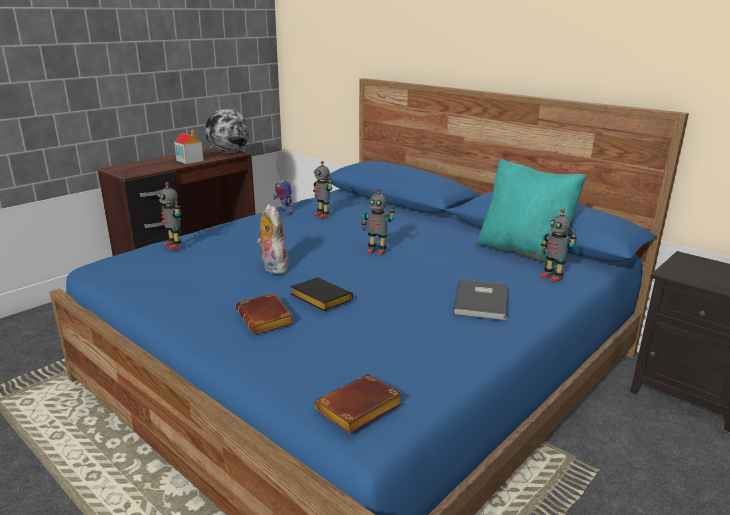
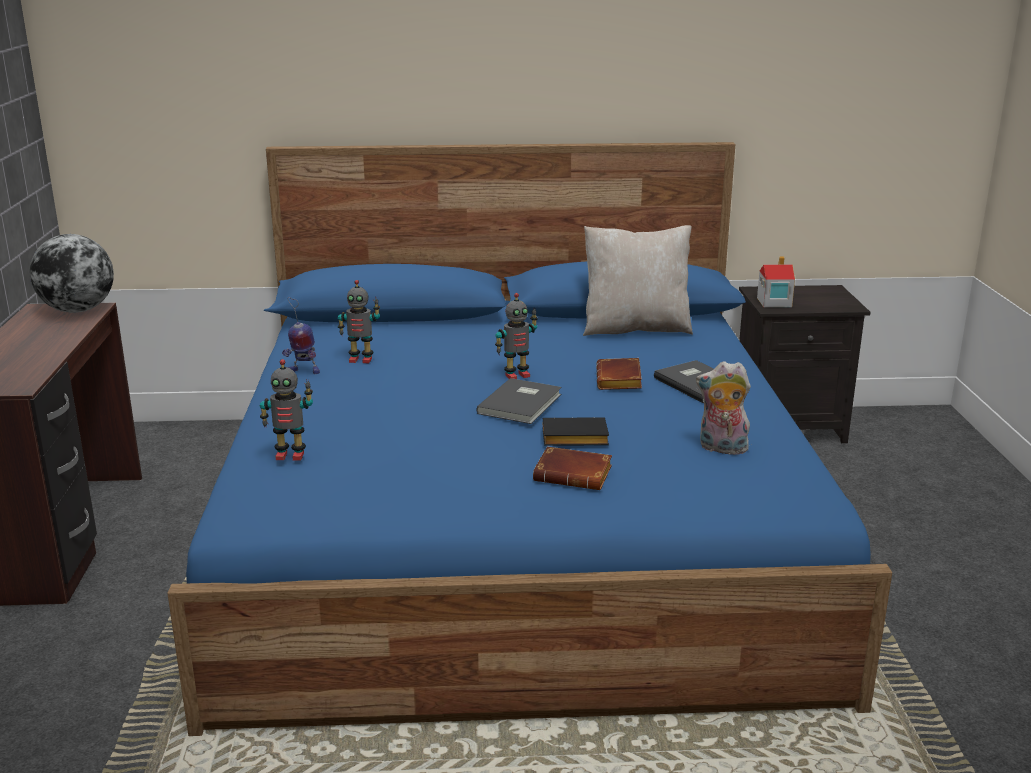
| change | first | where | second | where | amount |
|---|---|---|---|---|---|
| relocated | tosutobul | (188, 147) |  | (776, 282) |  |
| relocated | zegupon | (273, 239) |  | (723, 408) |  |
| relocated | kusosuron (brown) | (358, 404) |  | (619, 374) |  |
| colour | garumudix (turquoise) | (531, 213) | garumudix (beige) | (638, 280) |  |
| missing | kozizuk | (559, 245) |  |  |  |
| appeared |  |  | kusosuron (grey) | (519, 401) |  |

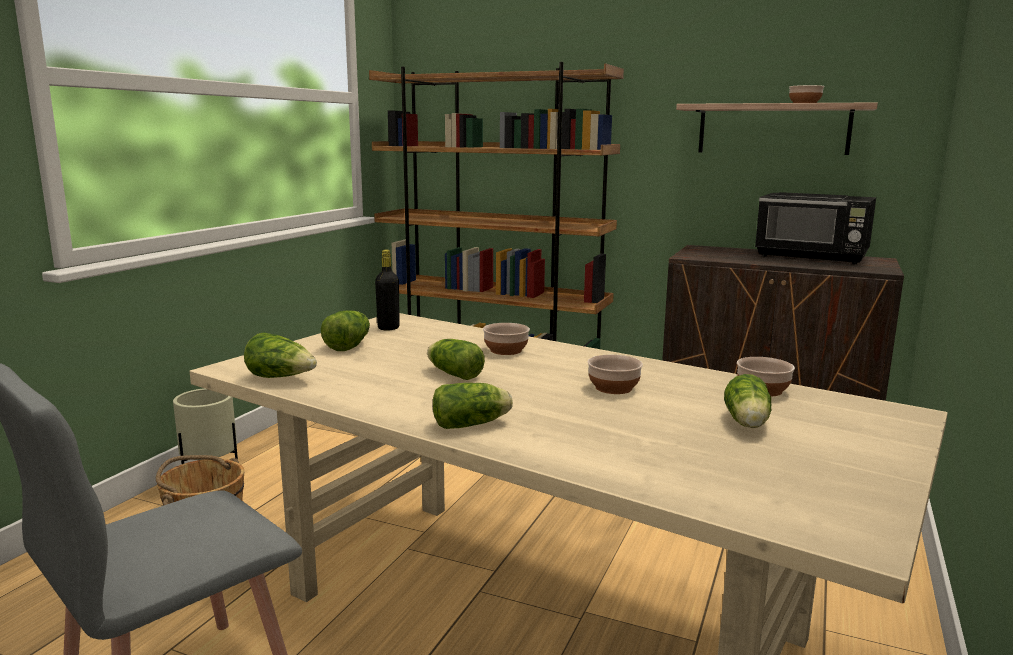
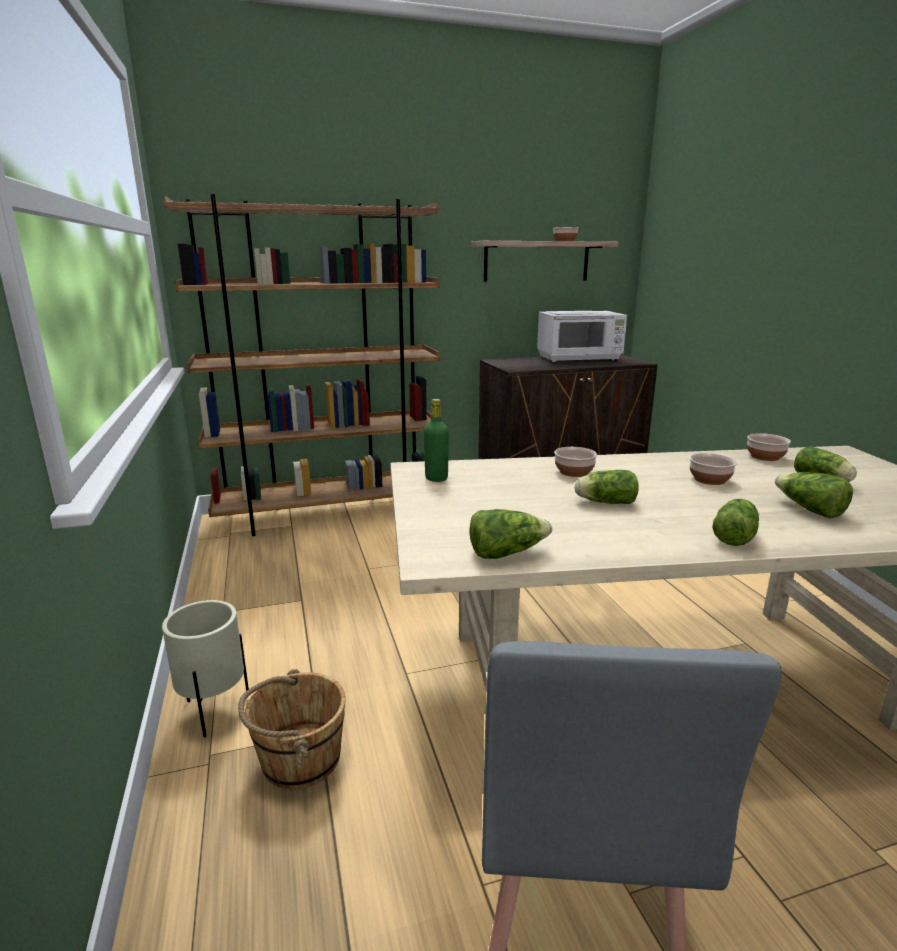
| change | first | where | second | where | amount |
|---|---|---|---|---|---|
| relocated | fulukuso | (345, 330) |  | (814, 495) |  |
| colour | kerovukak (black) | (387, 290) | kerovukak (green) | (436, 440) |  |
| colour | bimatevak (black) | (815, 228) | bimatevak (white) | (582, 336) |  |

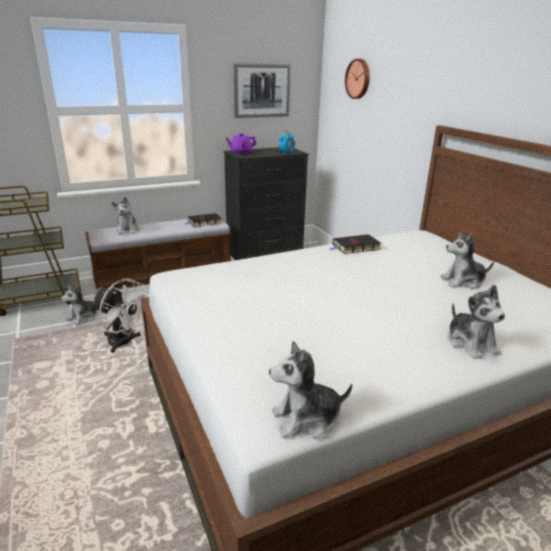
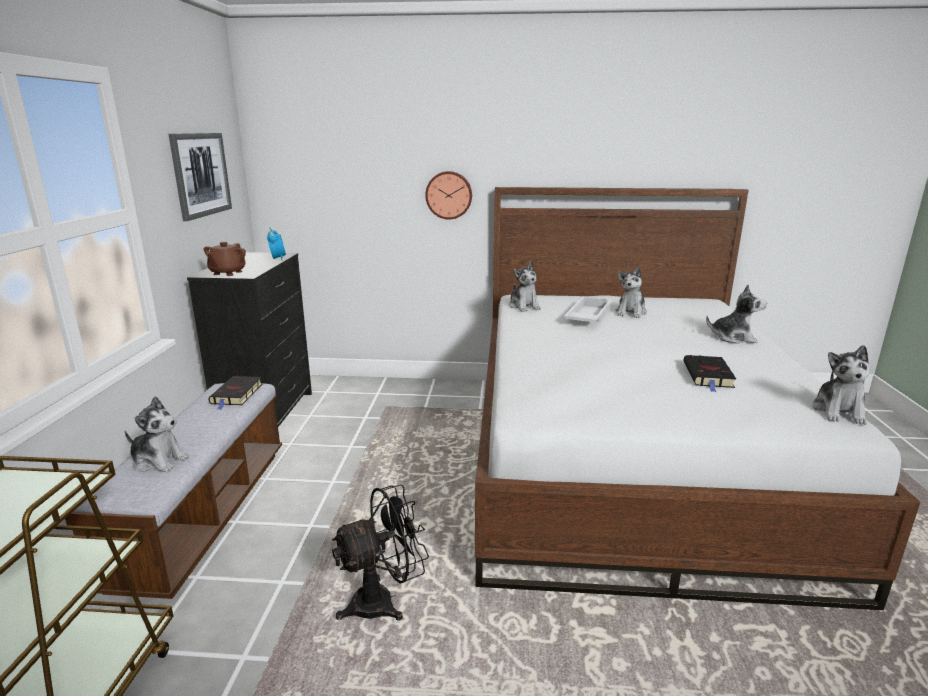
| change | first | where | second | where | amount |
|---|---|---|---|---|---|
| relocated | zegupon | (79, 305) |  | (525, 286) |  |
| colour | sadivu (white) | (120, 316) | sadivu (black) | (380, 553) |  |
| colour | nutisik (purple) | (241, 144) | nutisik (brown) | (225, 259) |  |
| relocated | kusosuron (black) | (355, 244) |  | (710, 373) |  |
| relocated | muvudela | (357, 79) |  | (448, 195) |  |
| appeared |  |  | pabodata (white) | (588, 309) |  |

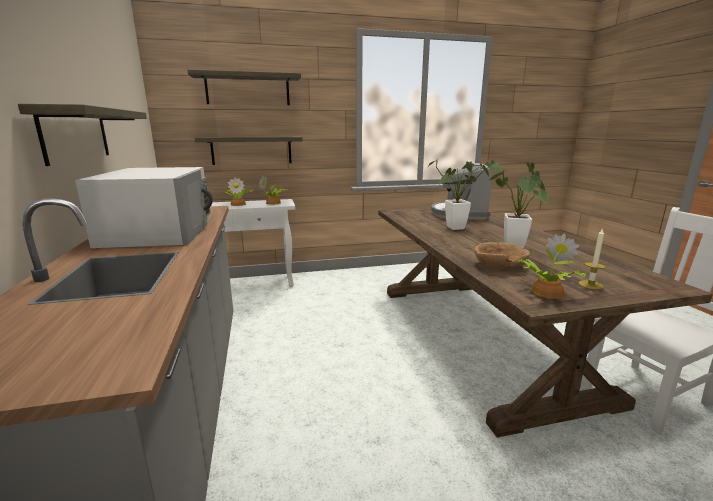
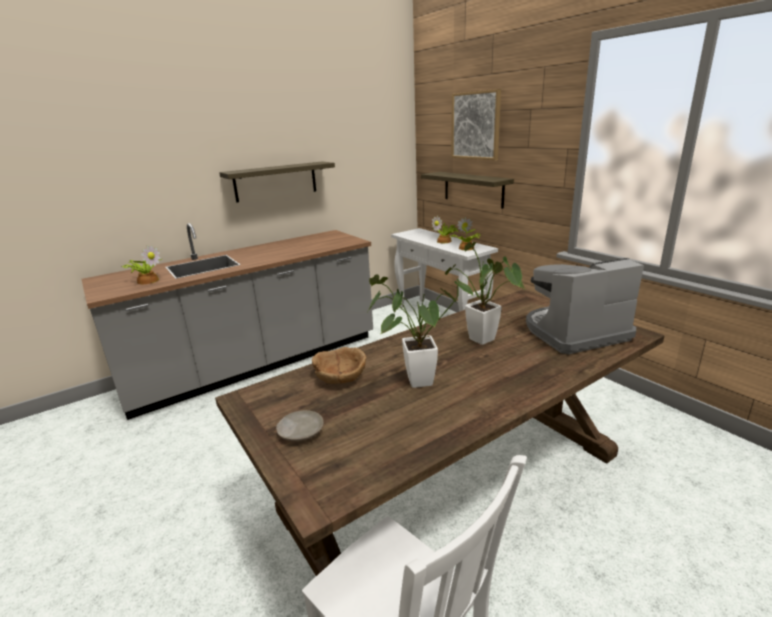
| change | first | where | second | where | amount |
|---|---|---|---|---|---|
| missing | bimatevak (white) | (144, 207) |  |  |  |
| exchanged | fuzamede | (244, 87) | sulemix | (476, 124) |  |
| relocated | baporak | (551, 266) |  | (141, 264) |  |
| exchanged | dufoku | (592, 258) | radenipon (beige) | (300, 426) |  |

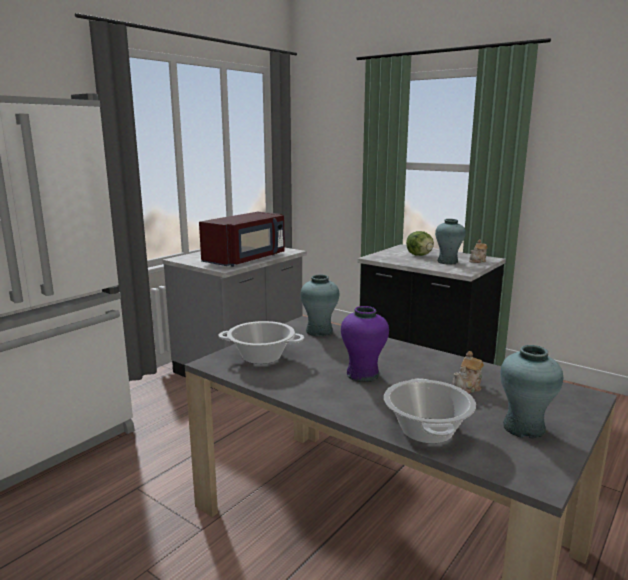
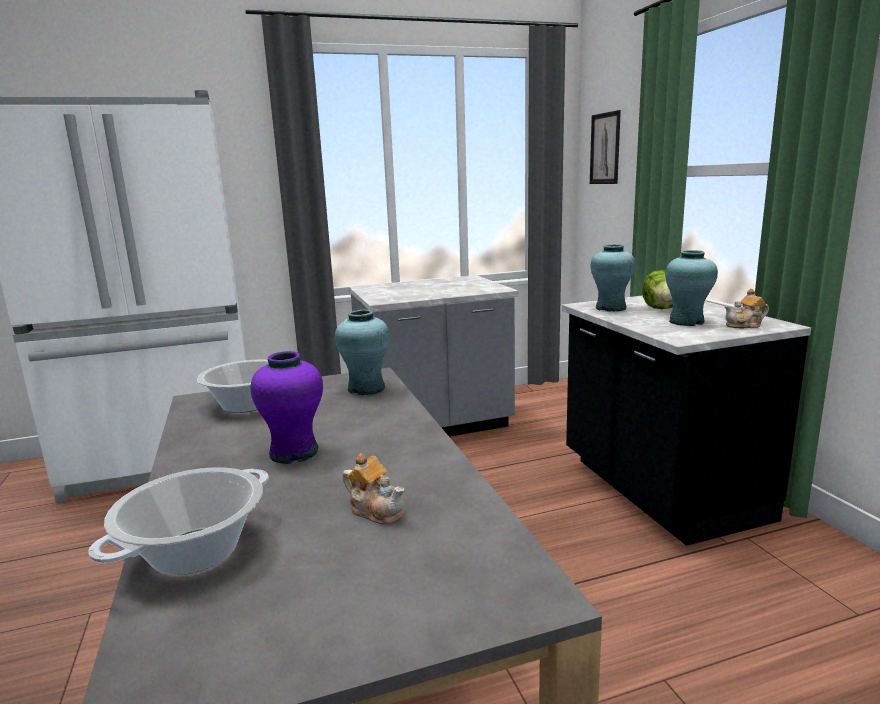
| change | first | where | second | where | amount |
|---|---|---|---|---|---|
| missing | bimatevak (red) | (242, 239) |  |  |  |
| spun | nutisik | (468, 372) |  | (373, 489) | 135 degrees counterclockwise |
| relocated | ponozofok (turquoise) | (531, 392) |  | (613, 278) |  |
| appeared |  |  | sulemix | (605, 147) |  |

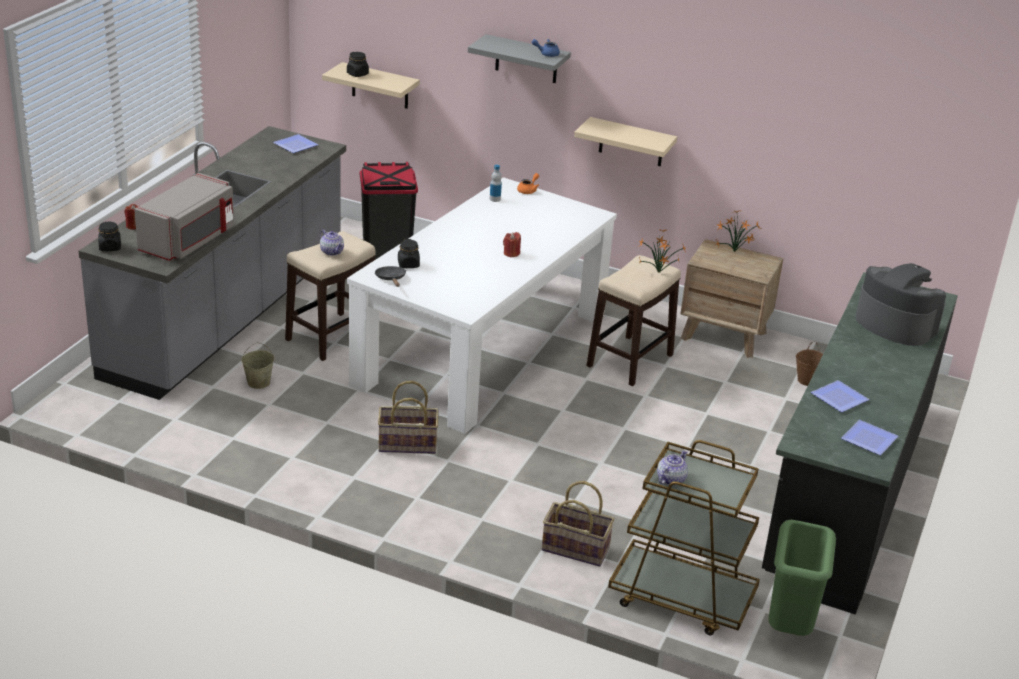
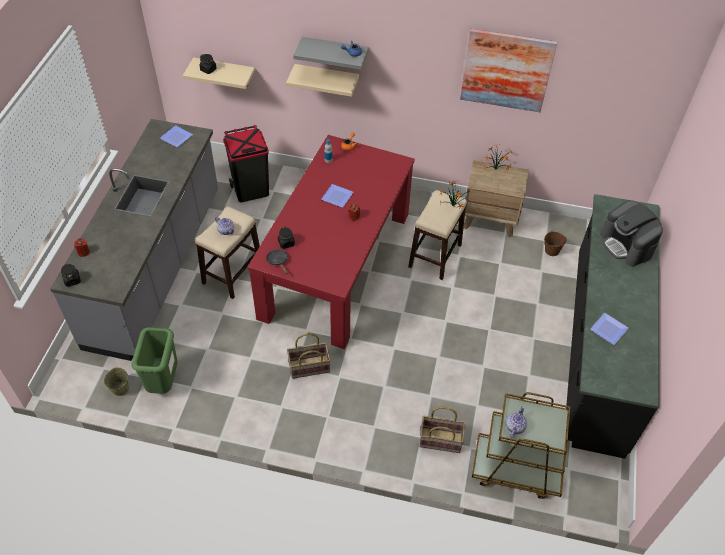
| change | first | where | second | where | amount |
|---|---|---|---|---|---|
| missing | bimatevak (grey) | (184, 217) |  |  |  |
| relocated | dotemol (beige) | (258, 365) |  | (116, 381) |  |
| colour | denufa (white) | (482, 305) | denufa (red) | (331, 242) |  |
| relocated | fuzamede (beige) | (625, 141) |  | (322, 80) |  |
| relocated | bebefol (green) | (802, 578) |  | (154, 360) |  |
| relocated | radenipon | (870, 437) |  | (337, 196) |  |
| spun | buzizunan | (900, 304) |  | (631, 233) | 150 degrees counterclockwise |
| appeared |  |  | sulemix | (508, 70) |  |

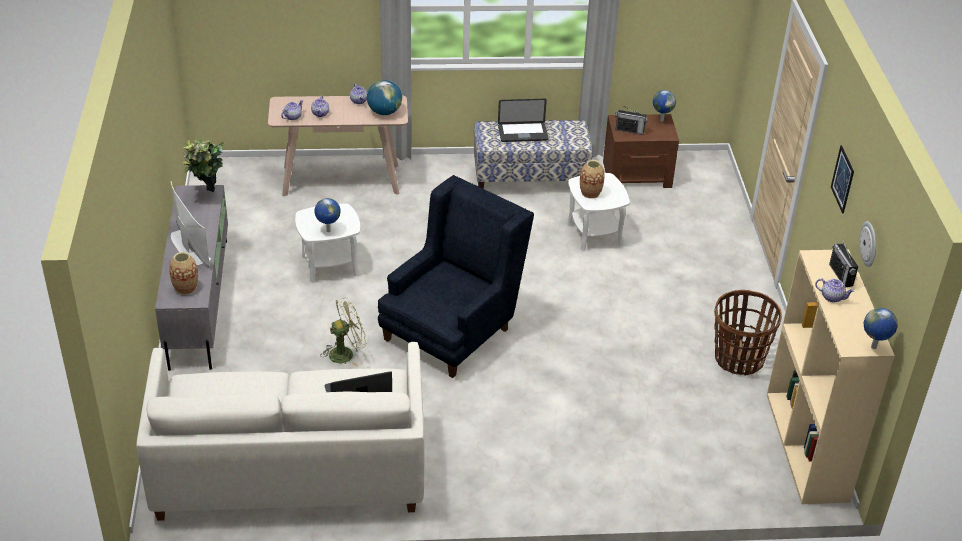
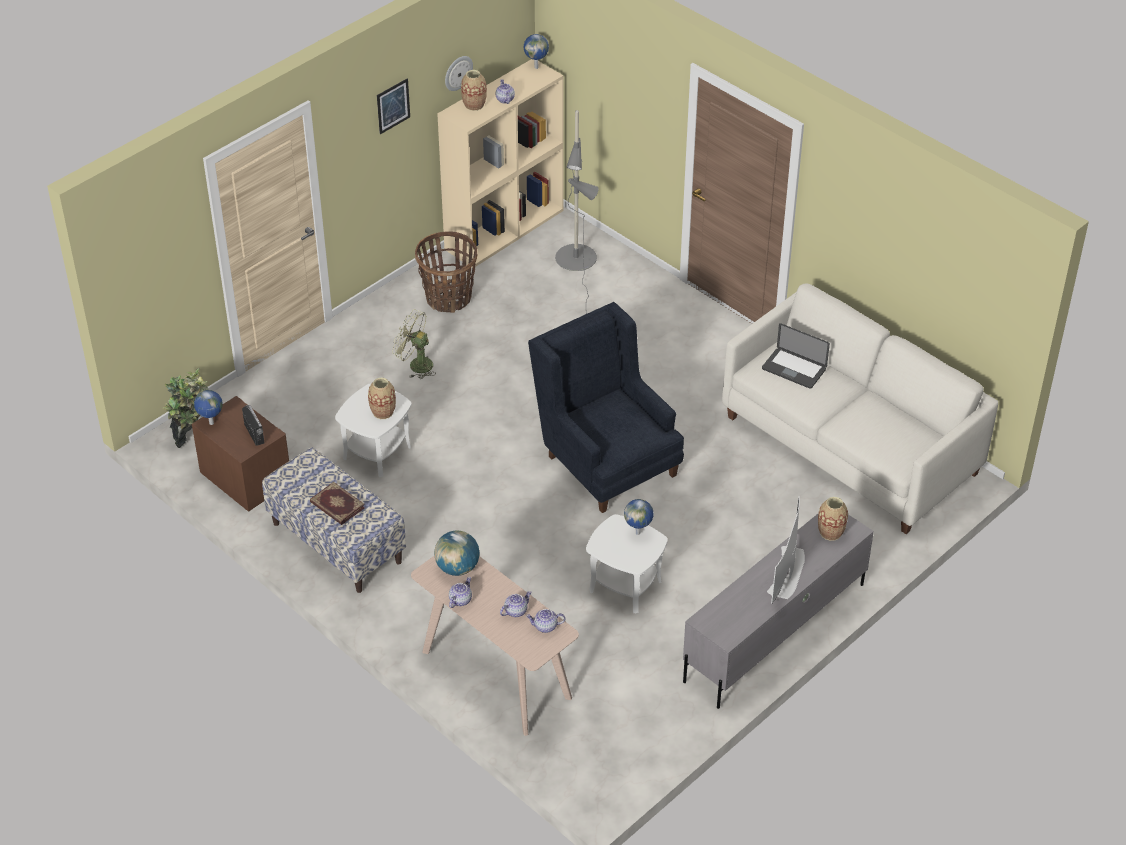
| change | first | where | second | where | amount |
|---|---|---|---|---|---|
| relocated | baporak | (203, 165) |  | (186, 408) |  |
| relocated | sadivu (green) | (343, 331) |  | (414, 344) |  |
| spun | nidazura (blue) | (456, 276) |  | (606, 407) | 60 degrees clockwise |
| exchanged | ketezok | (523, 120) | kusosuron | (337, 503) |  |
| exchanged | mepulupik | (843, 262) | ponozofok | (474, 90) |  |
| appeared |  |  | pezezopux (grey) | (577, 212) |  |

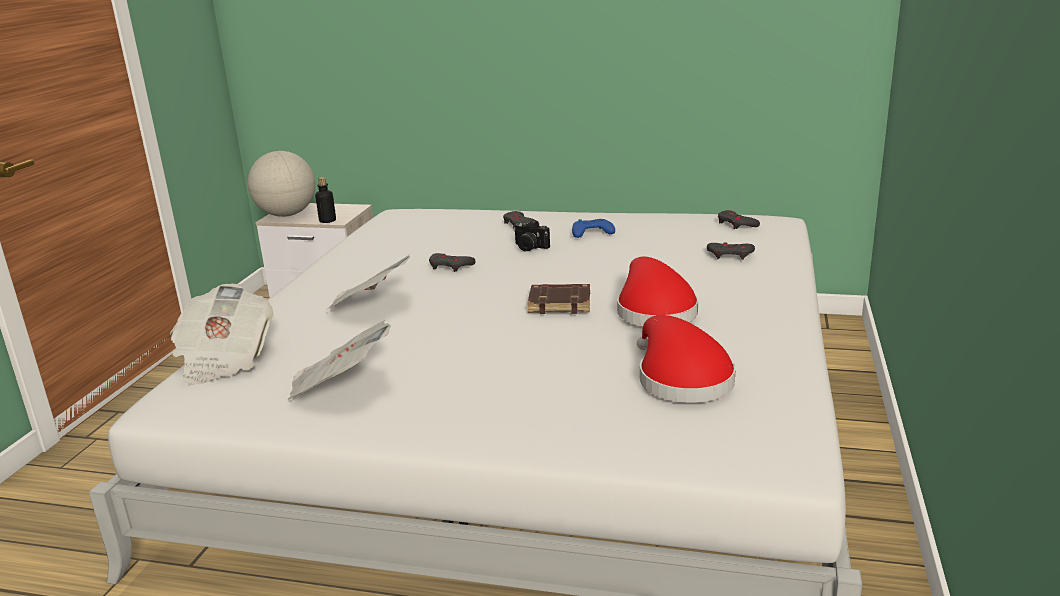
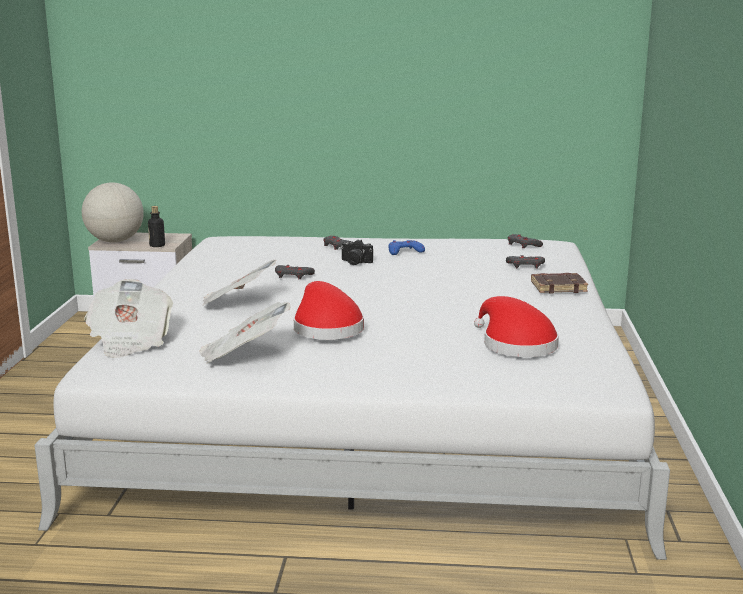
| change | first | where | second | where | amount |
|---|---|---|---|---|---|
| relocated | kusosuron (brown) | (558, 299) |  | (559, 283) |  |
| relocated | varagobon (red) | (657, 291) |  | (329, 310) |  |

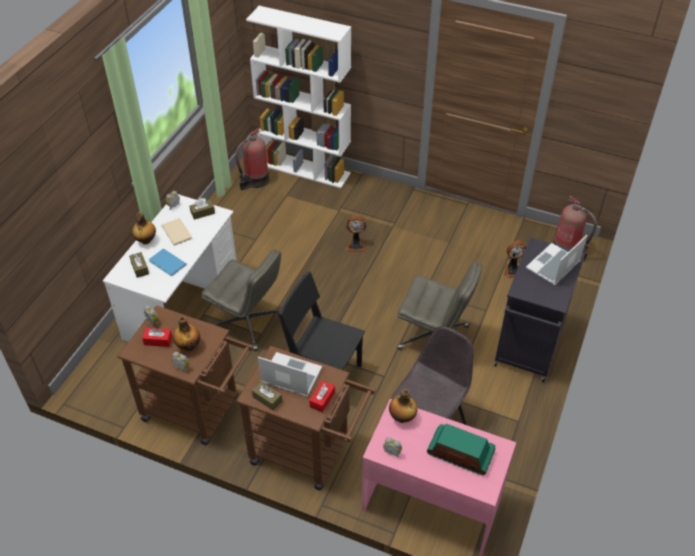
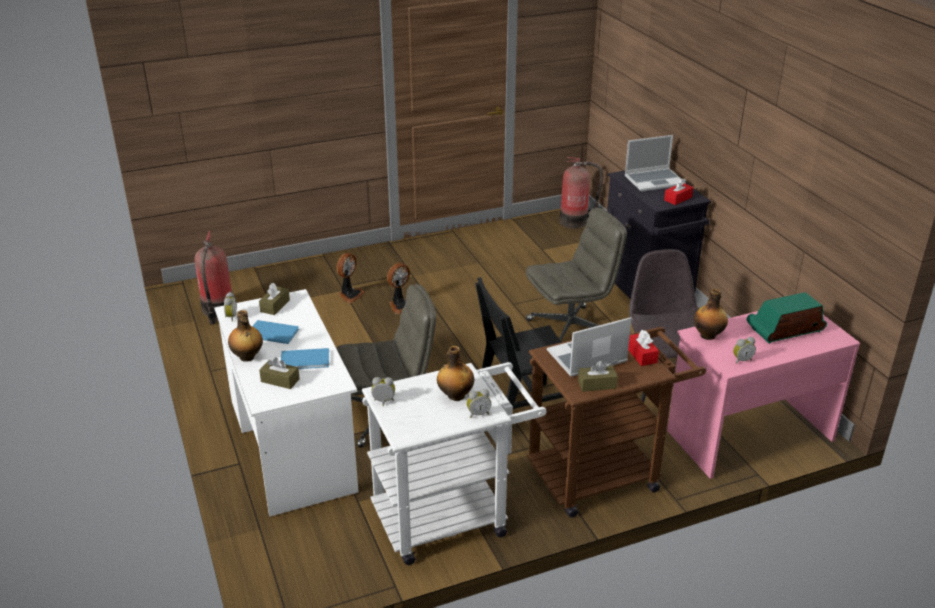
| change | first | where | second | where | amount |
|---|---|---|---|---|---|
| colour | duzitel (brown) | (185, 375) | duzitel (white) | (454, 463) |  |
| relocated | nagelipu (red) | (157, 337) |  | (678, 192) |  |
| colour | kusosuron (beige) | (176, 232) | kusosuron (blue) | (275, 332) |  |
| missing | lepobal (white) | (298, 97) |  |  |  |
| relocated | sadivu | (515, 260) |  | (350, 278) |  |
| spun | ketezok | (556, 260) |  | (655, 163) | 105 degrees counterclockwise |

